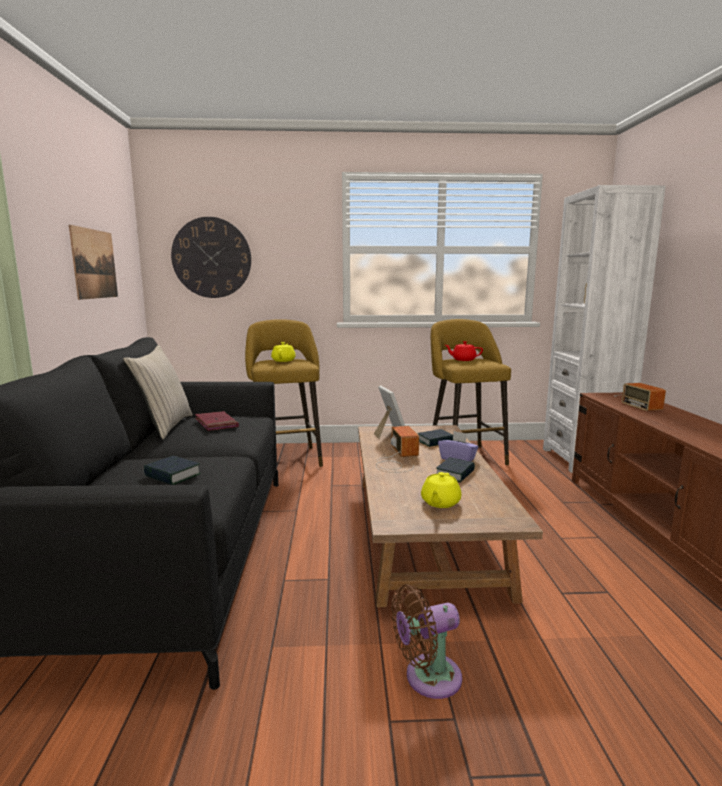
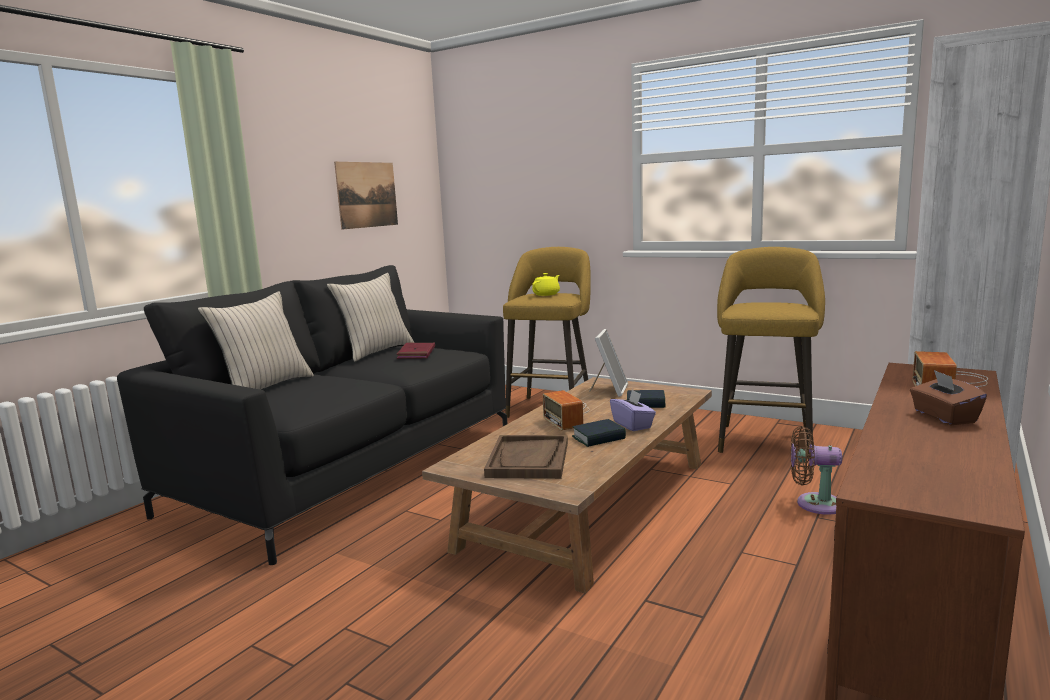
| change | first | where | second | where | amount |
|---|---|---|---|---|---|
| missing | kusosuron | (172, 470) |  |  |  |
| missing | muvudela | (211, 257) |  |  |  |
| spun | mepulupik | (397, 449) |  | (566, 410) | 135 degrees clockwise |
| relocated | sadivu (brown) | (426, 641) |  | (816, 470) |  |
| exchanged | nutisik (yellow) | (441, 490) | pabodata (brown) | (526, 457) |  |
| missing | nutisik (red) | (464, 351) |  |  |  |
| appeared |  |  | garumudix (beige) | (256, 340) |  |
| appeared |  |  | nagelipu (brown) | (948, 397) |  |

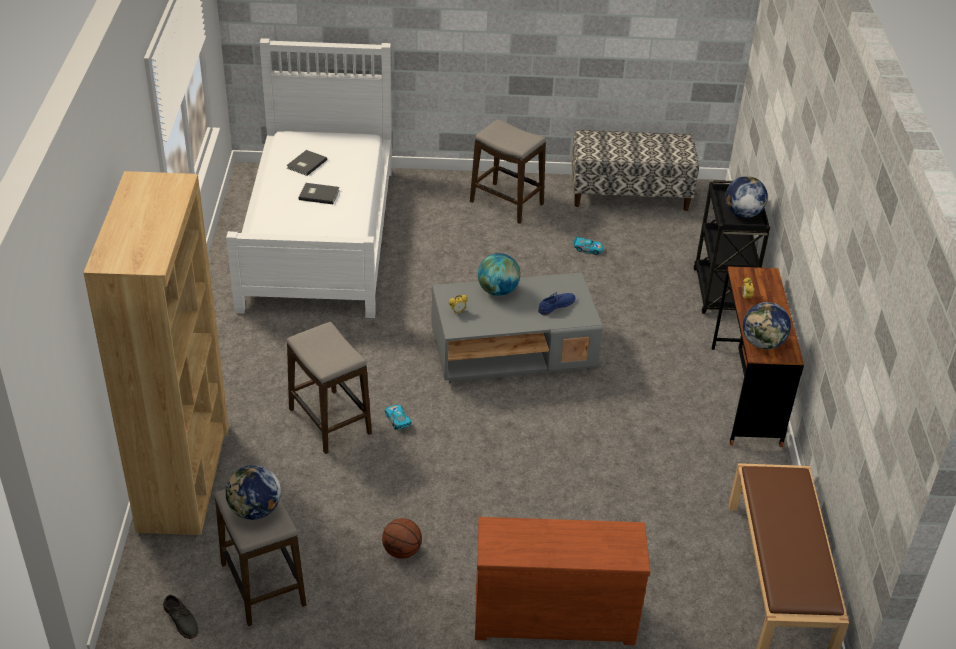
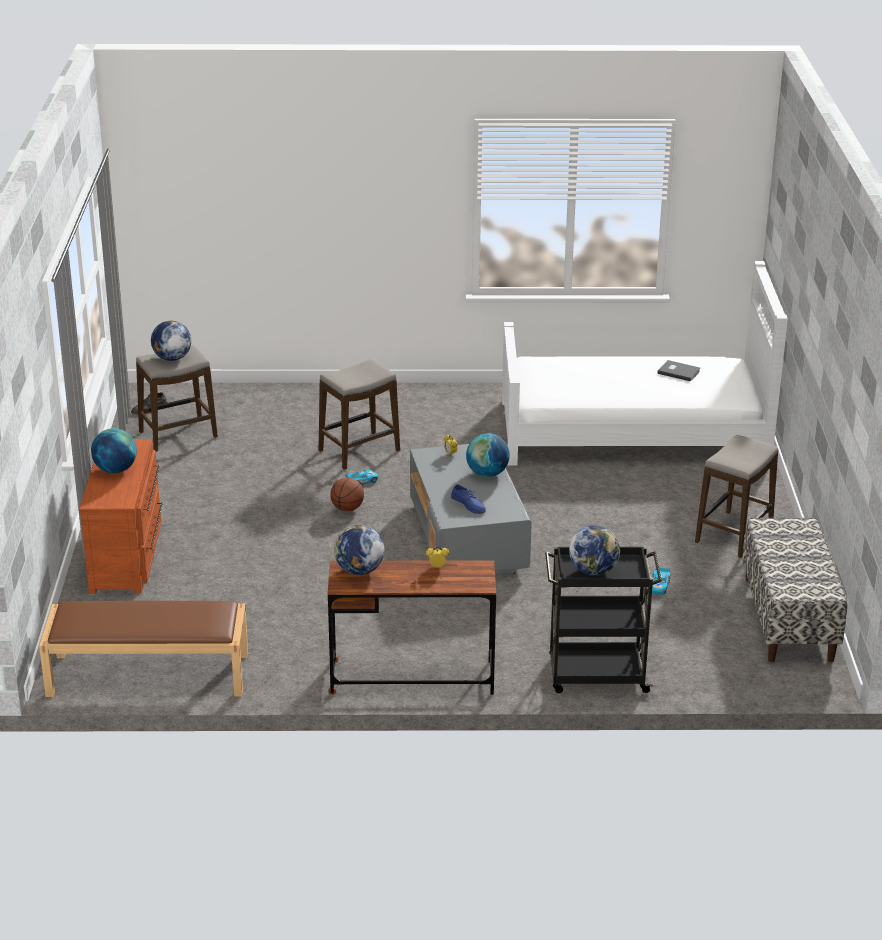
| change | first | where | second | where | amount |
|---|---|---|---|---|---|
| missing | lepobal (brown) | (156, 353) |  |  |  |
| missing | kusosuron (grey) | (319, 193) |  |  |  |
| relocated | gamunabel | (402, 538) |  | (347, 494) |  |
| appeared |  |  | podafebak | (114, 450) |  |

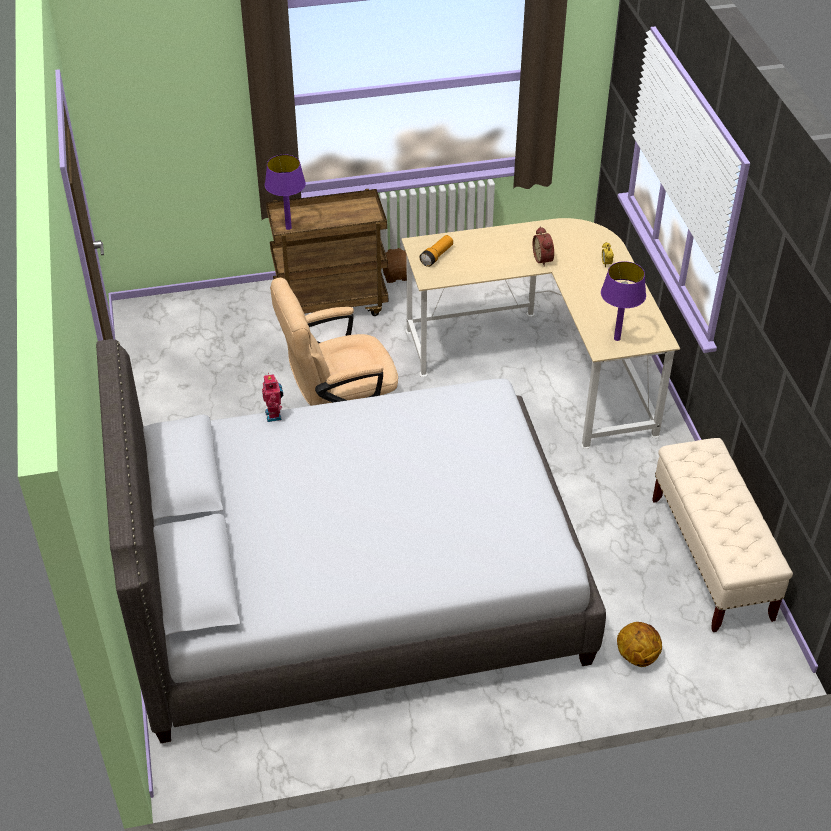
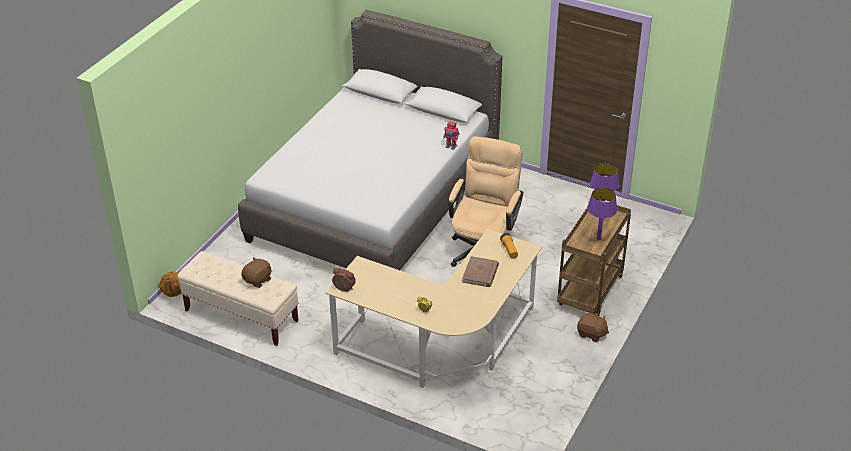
| change | first | where | second | where | amount |
|---|---|---|---|---|---|
| relocated | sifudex | (543, 246) |  | (344, 280) |  |
| relocated | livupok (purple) | (623, 301) |  | (602, 214) |  |
| relocated | gamunabel | (639, 644) |  | (170, 284) |  |
| appeared |  |  | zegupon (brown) | (256, 272) |  |
| appeared |  |  | kusosuron (brown) | (480, 271) |  |

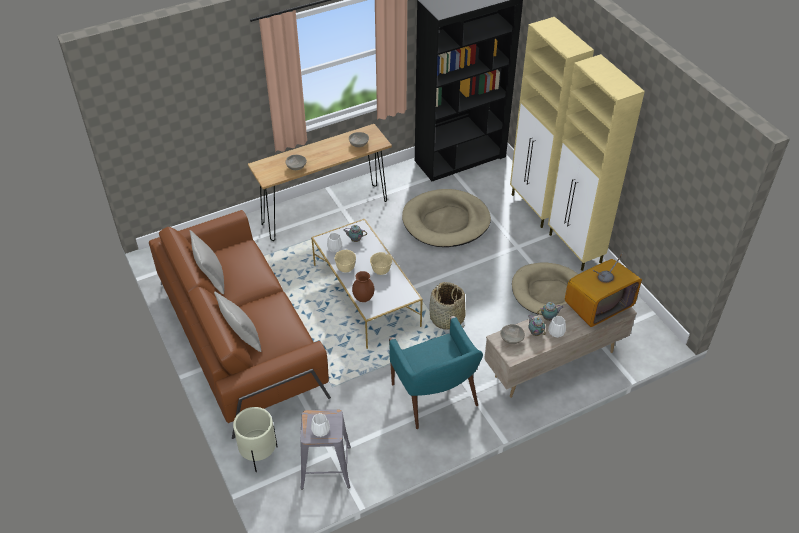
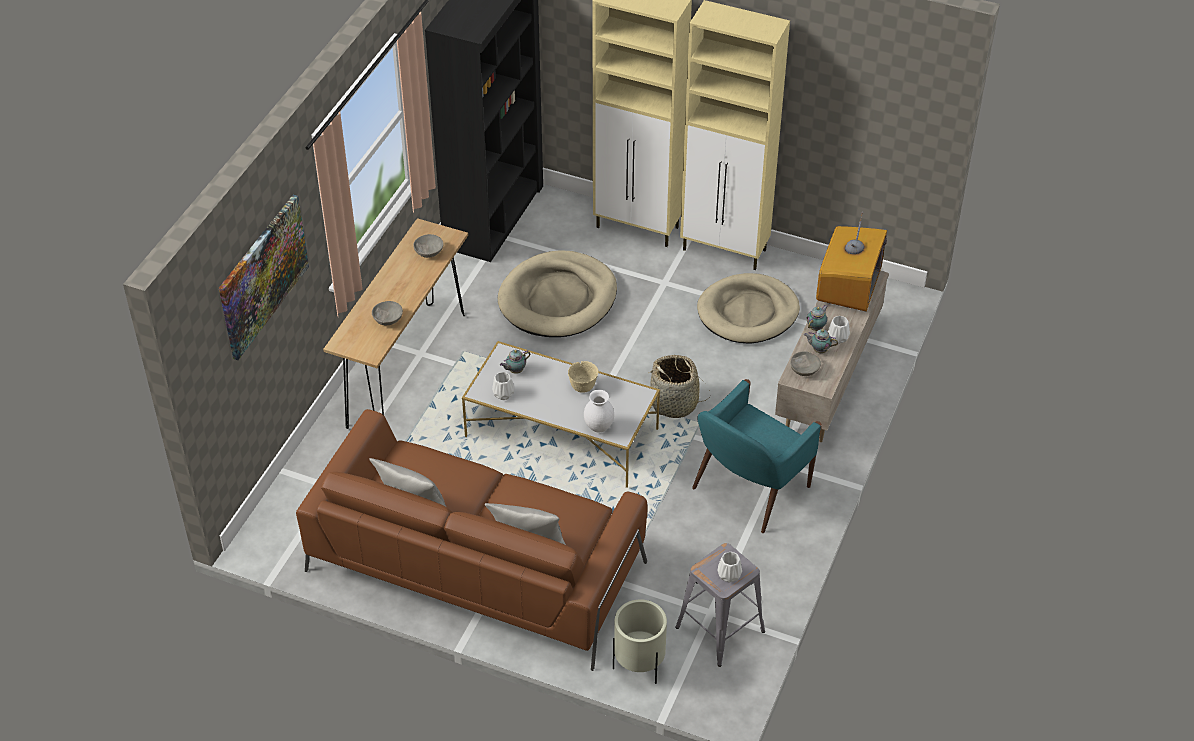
| change | first | where | second | where | amount |
|---|---|---|---|---|---|
| missing | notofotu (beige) | (345, 261) |  |  |  |
| colour | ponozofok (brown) | (363, 286) | ponozofok (white) | (599, 411) |  |
| spun | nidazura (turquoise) | (436, 372) |  | (757, 456) | 105 degrees clockwise |
| appeared |  |  | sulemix | (264, 277) |  |

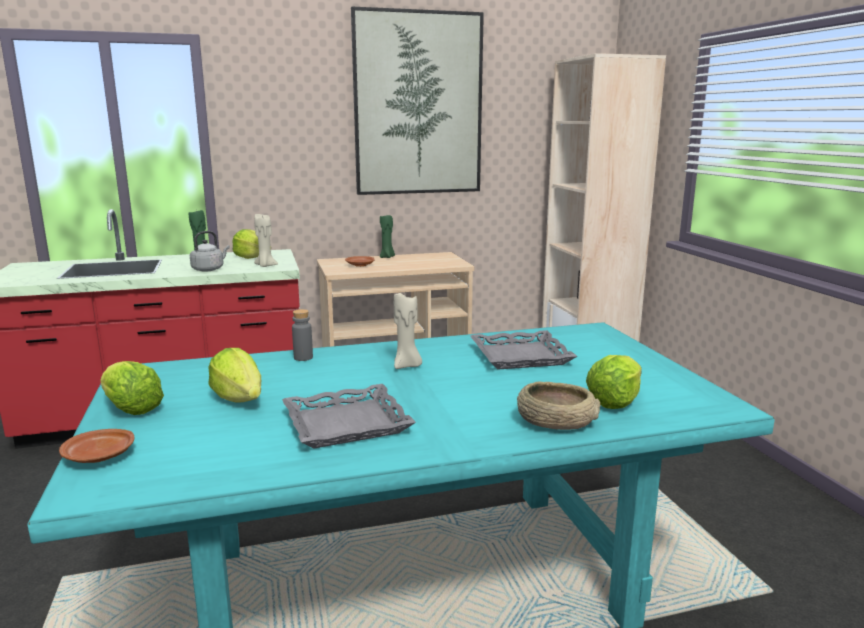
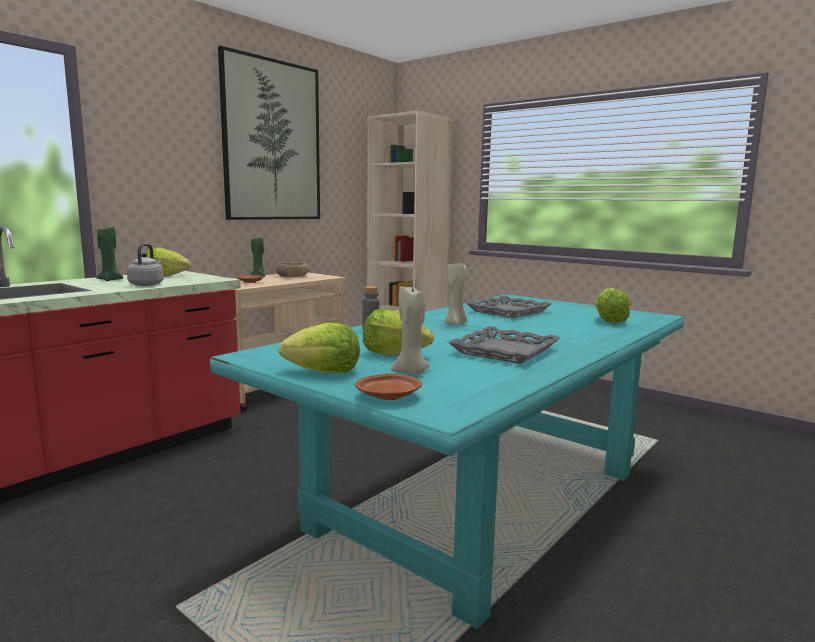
| change | first | where | second | where | amount |
|---|---|---|---|---|---|
| relocated | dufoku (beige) | (266, 240) |  | (410, 330) |  |
| relocated | notofotu (beige) | (559, 406) |  | (292, 269) |  |

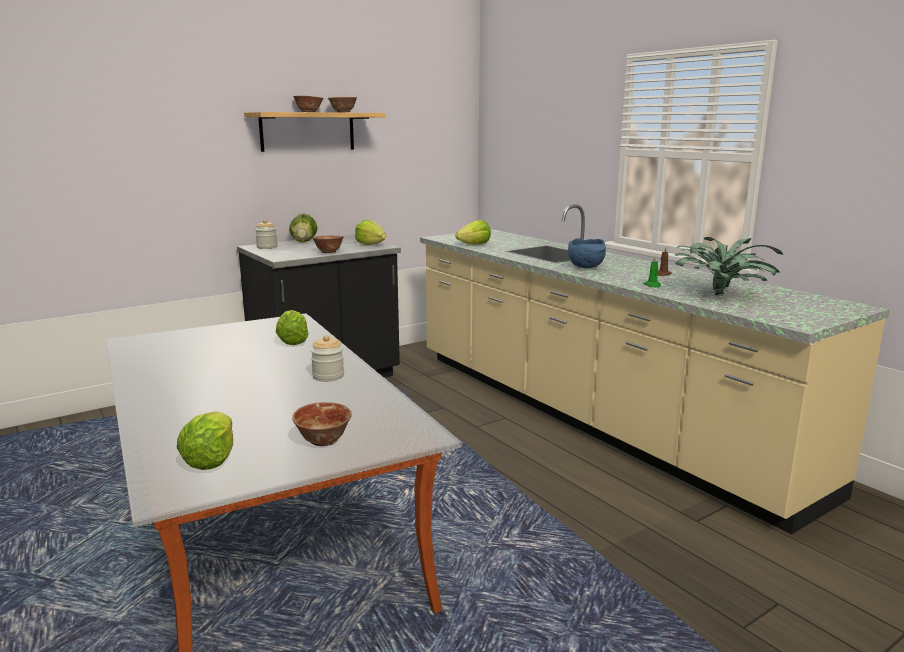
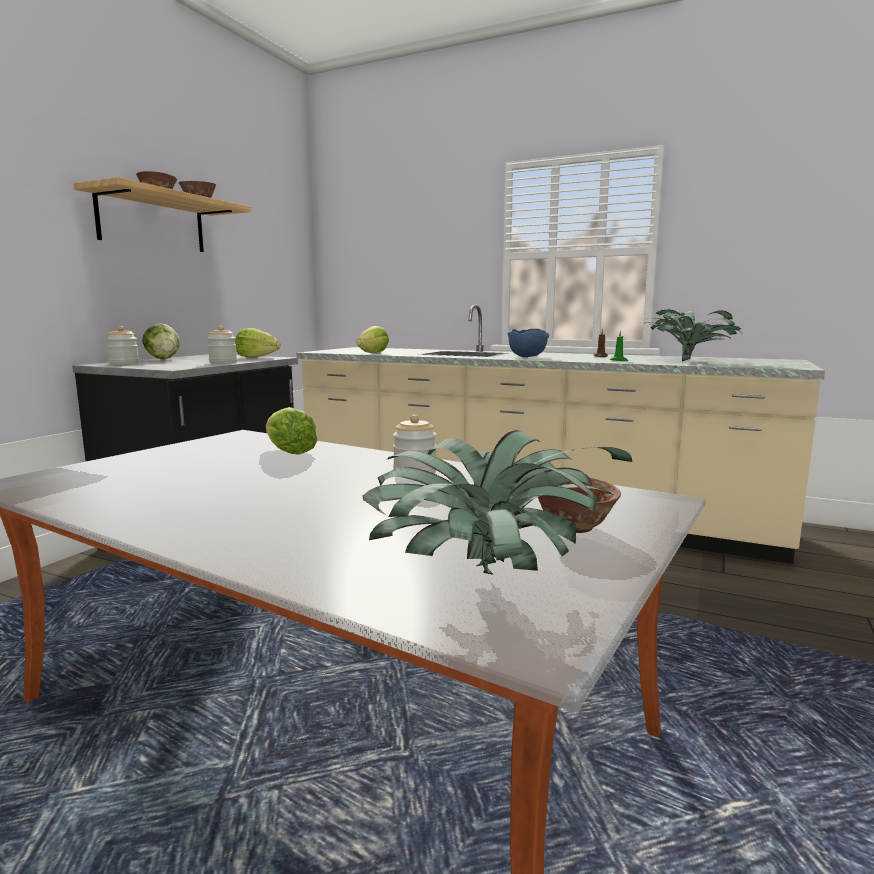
| change | first | where | second | where | amount |
|---|---|---|---|---|---|
| exchanged | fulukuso | (205, 440) | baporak | (497, 502) |  |
| exchanged | notofotu | (328, 244) | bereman | (222, 345) |  |

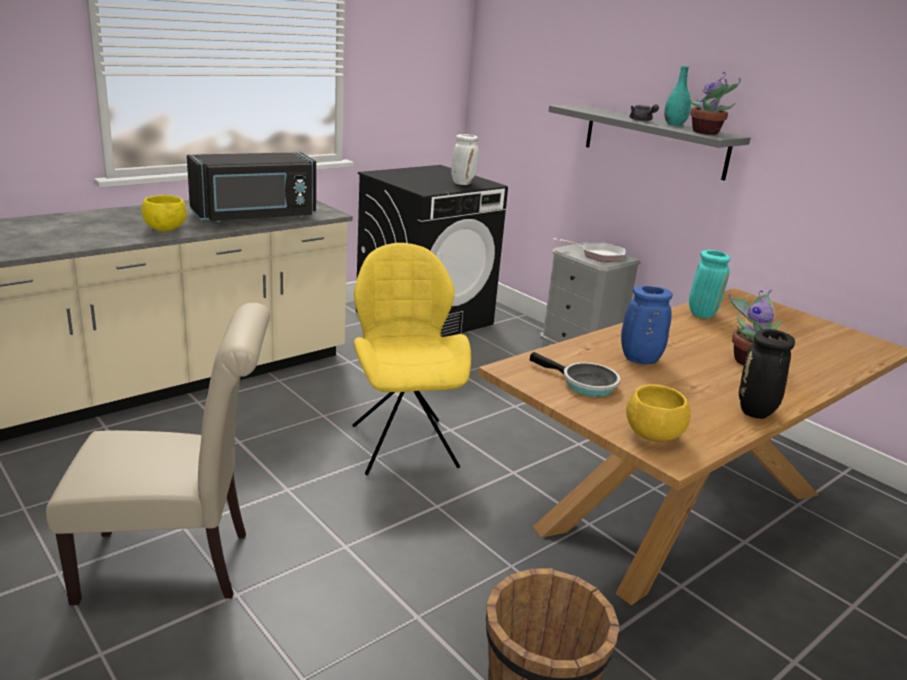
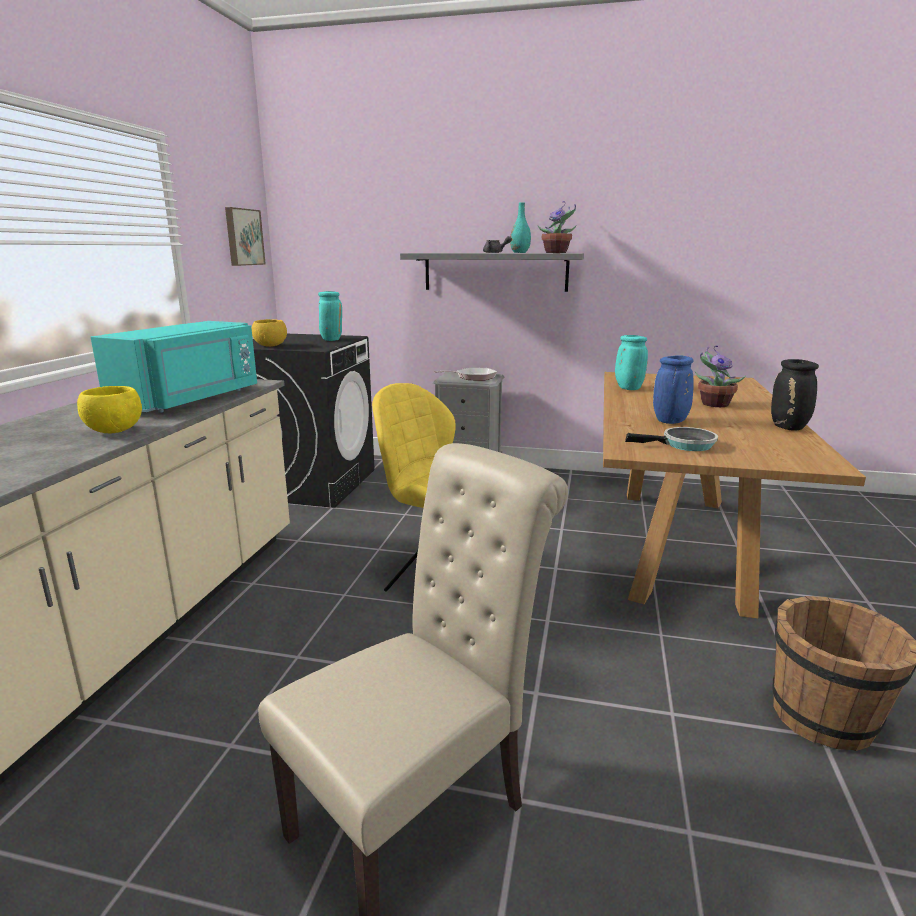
| change | first | where | second | where | amount |
|---|---|---|---|---|---|
| colour | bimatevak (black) | (251, 187) | bimatevak (turquoise) | (174, 367) |  |
| colour | ponozofok (white) | (465, 159) | ponozofok (turquoise) | (330, 316) |  |
| relocated | notofotu (yellow) | (658, 413) |  | (269, 333) |  |
| appeared |  |  | sulemix | (245, 236) |  |

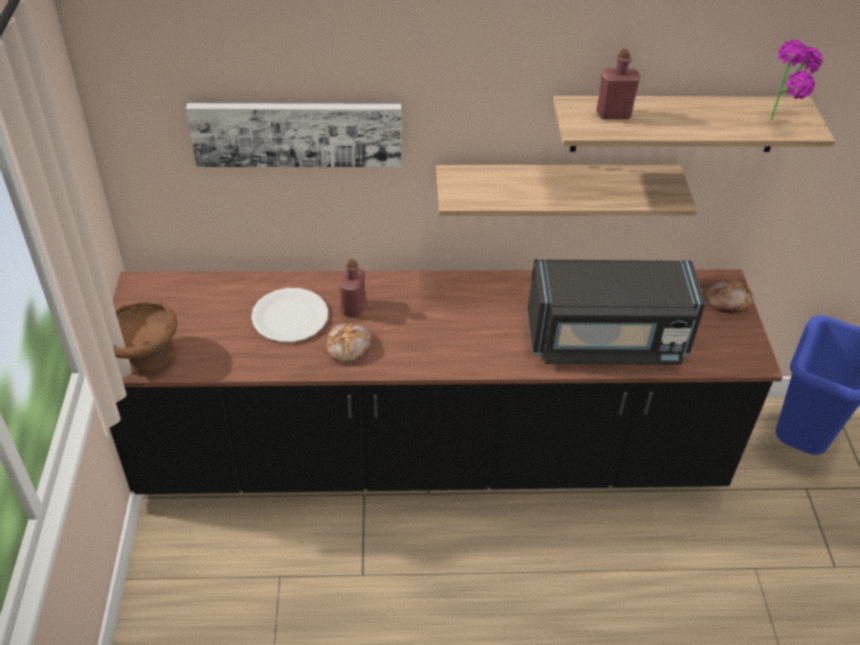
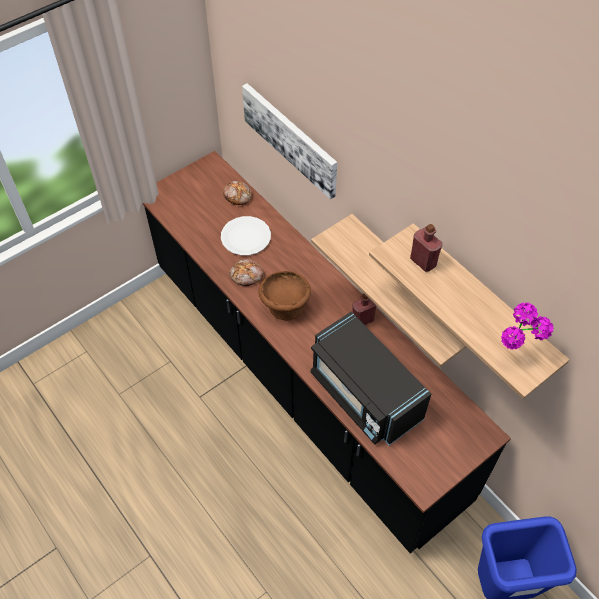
| change | first | where | second | where | amount |
|---|---|---|---|---|---|
| relocated | notofotu (brown) | (145, 337) |  | (285, 296) |  |
| relocated | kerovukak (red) | (352, 288) |  | (364, 309) |  |
| relocated | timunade | (729, 296) |  | (237, 193) |  |

